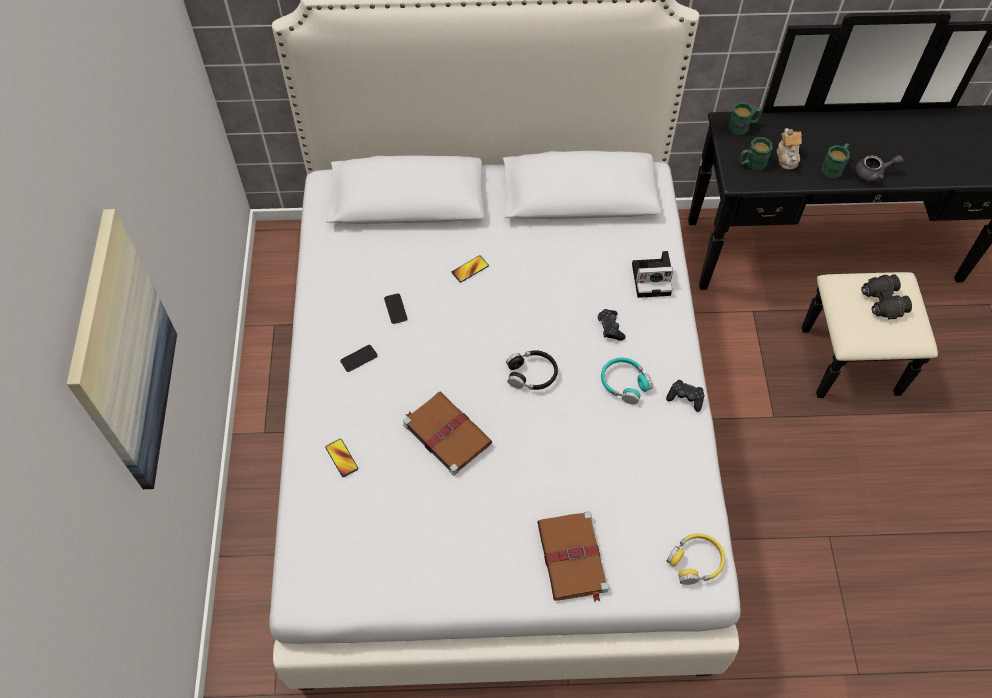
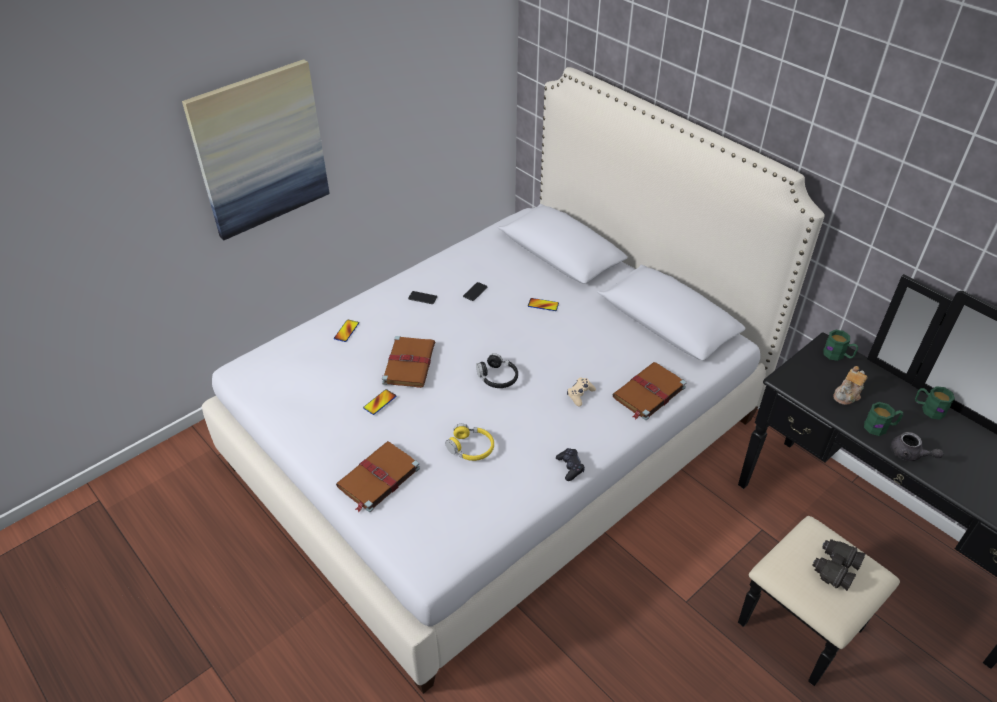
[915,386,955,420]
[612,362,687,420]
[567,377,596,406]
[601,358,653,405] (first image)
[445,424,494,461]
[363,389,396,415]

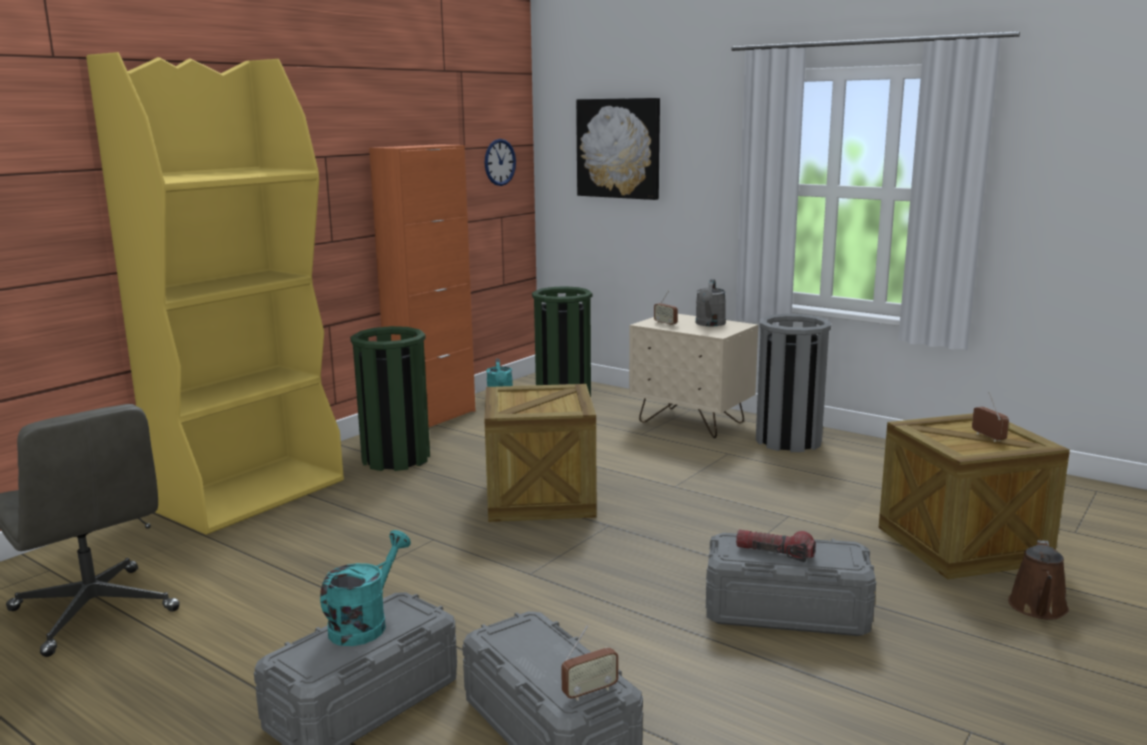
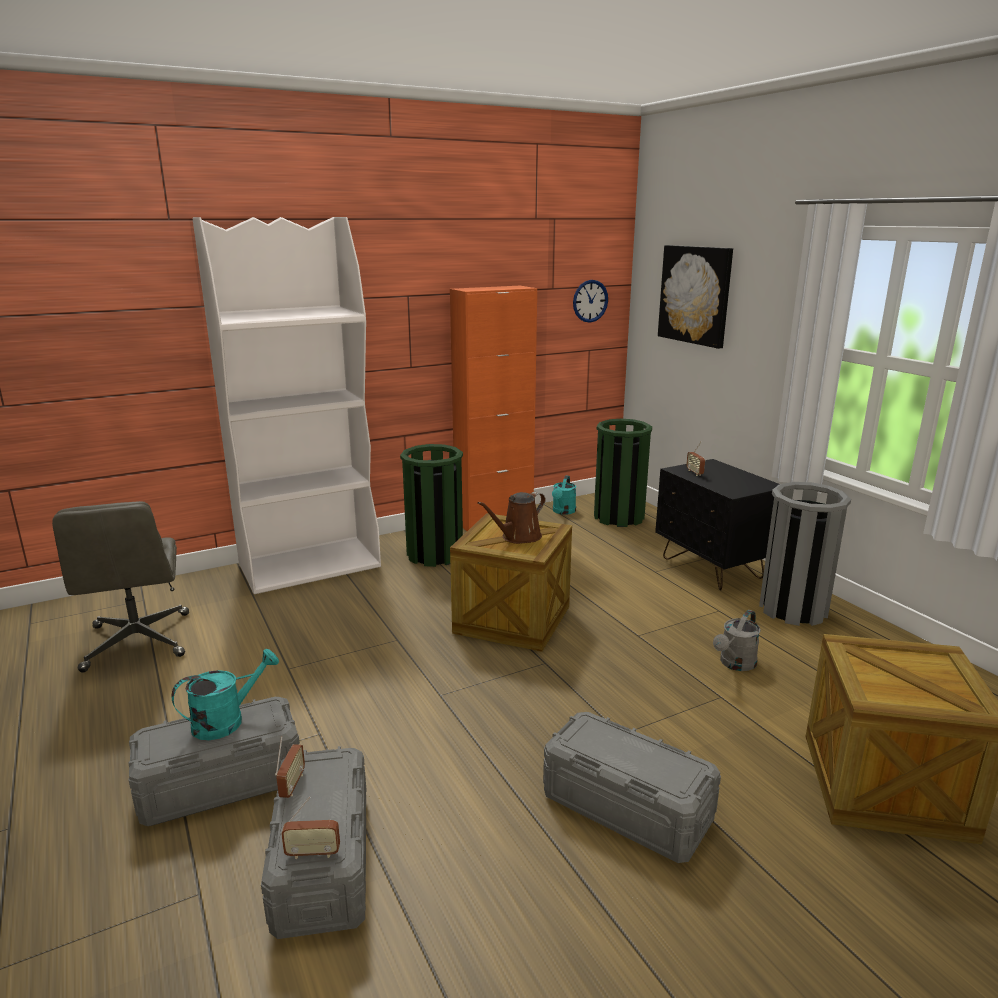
[193,217,381,594]
[713,610,760,671]
[655,459,779,591]
[275,736,305,798]
[736,530,816,562] (first image)
[477,492,546,544]

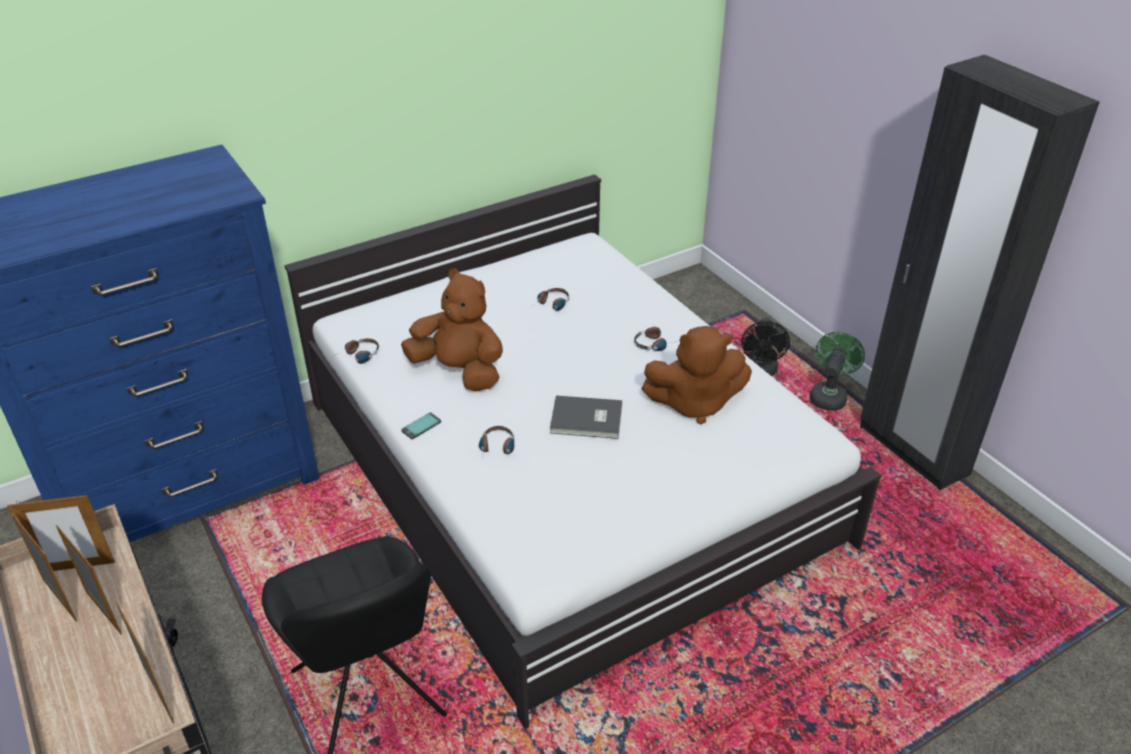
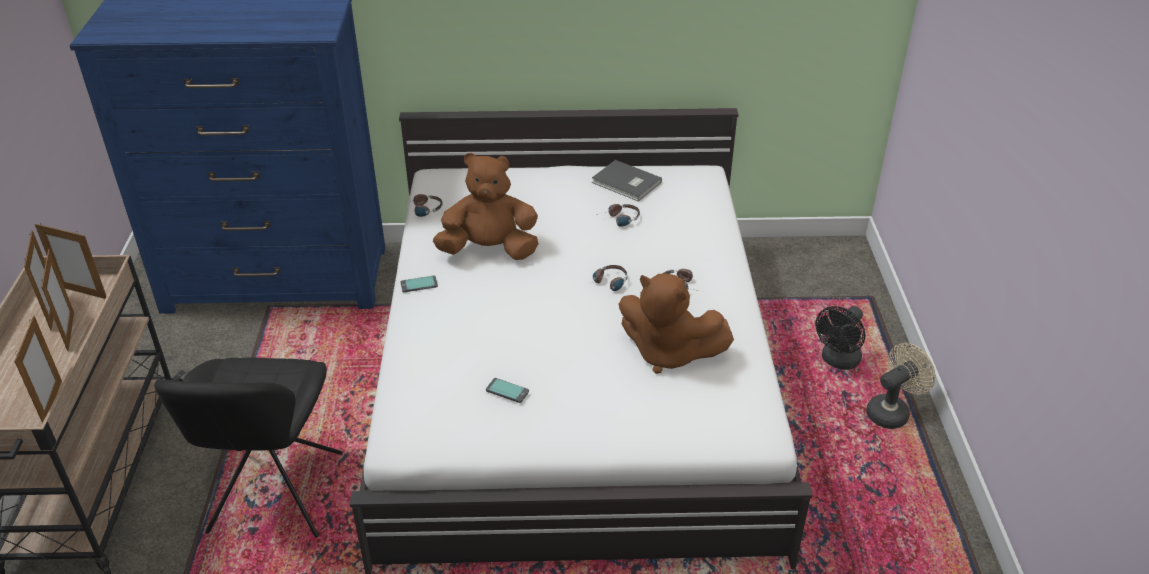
[860,55,1100,490] (first image)
[433,152,539,260]
[866,343,935,429]
[592,160,662,202]
[586,265,627,291]
[486,378,529,403]

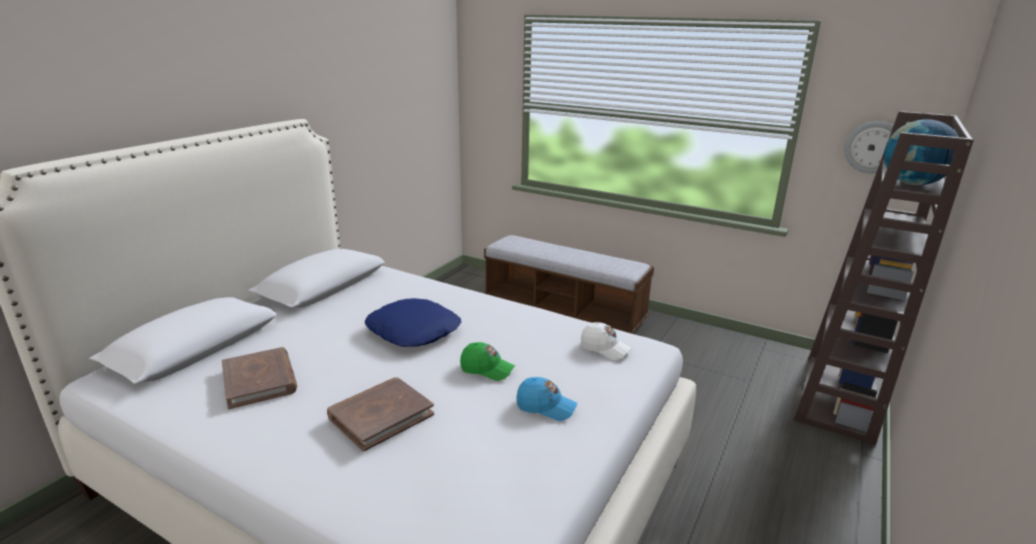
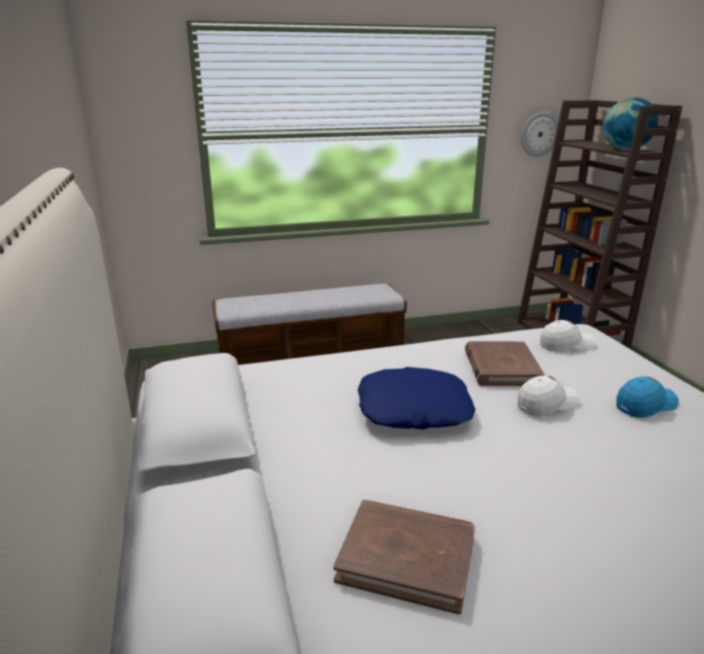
[517,375,580,417]
[465,341,545,386]

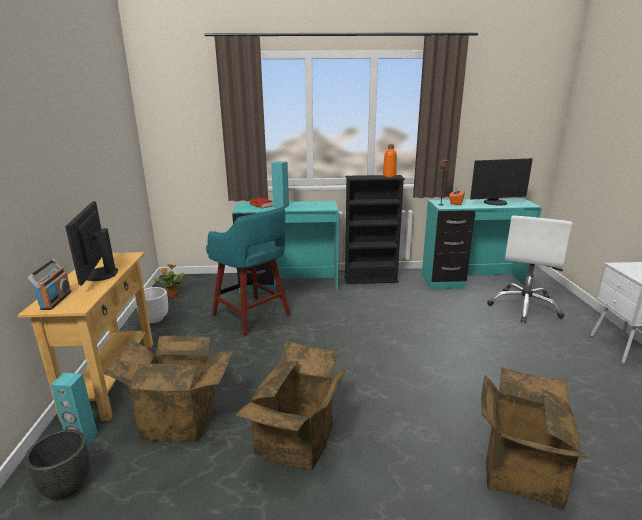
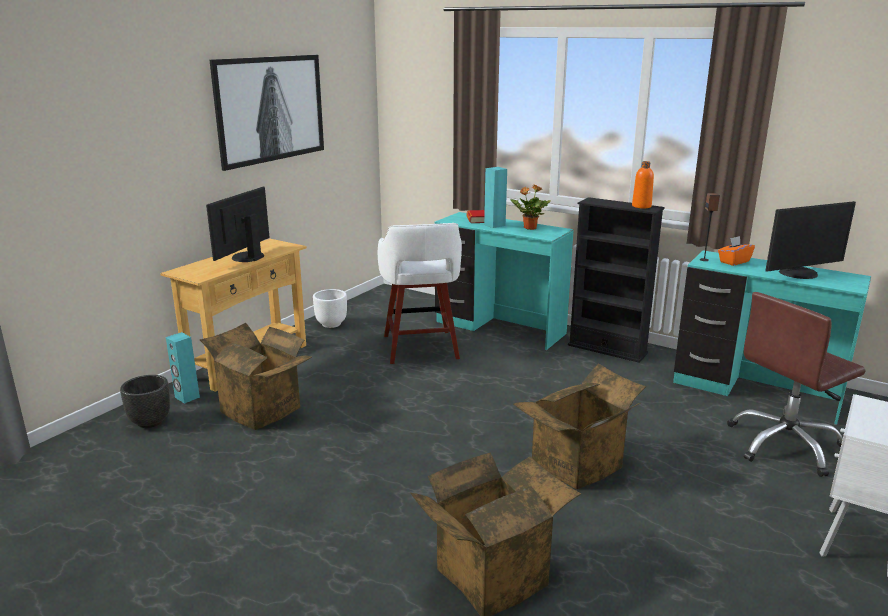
[765,201,856,279]
[378,223,462,364]
[727,292,866,477]
[27,259,72,310] (first image)
[510,185,551,230]
[513,363,646,489]
[209,55,324,171]

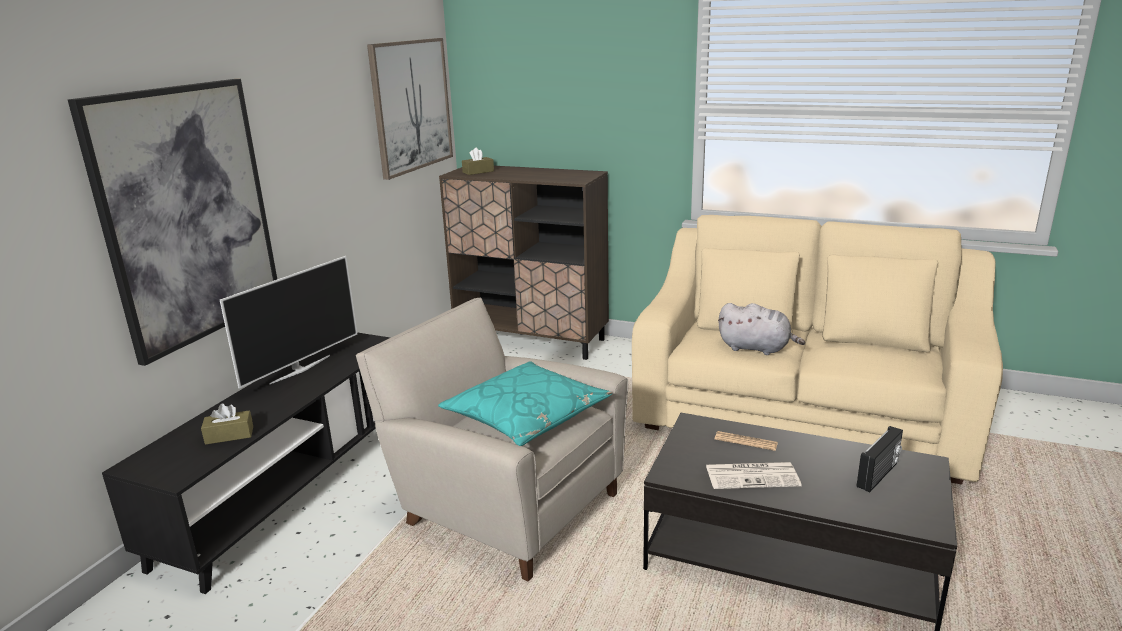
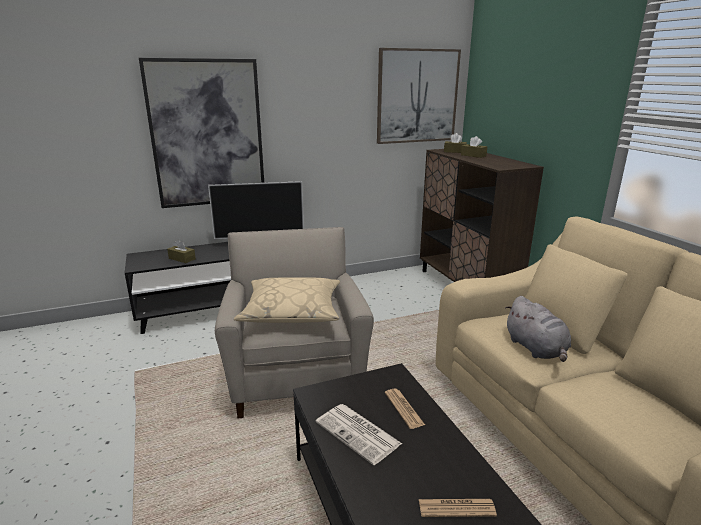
[234,278,340,323]
[419,499,497,517]
[461,136,487,158]

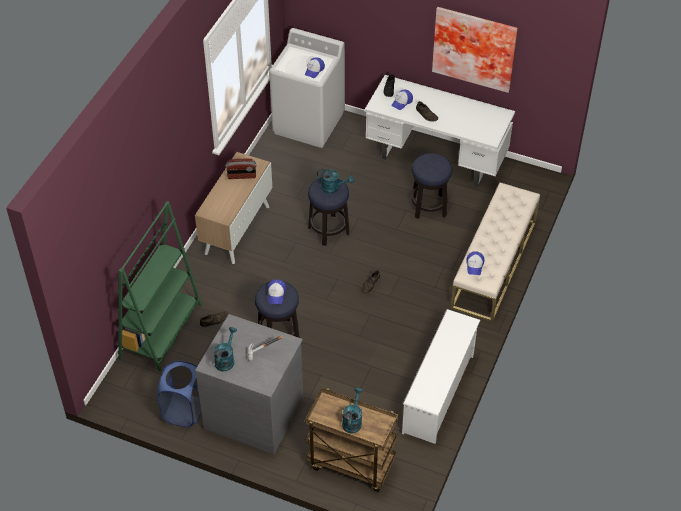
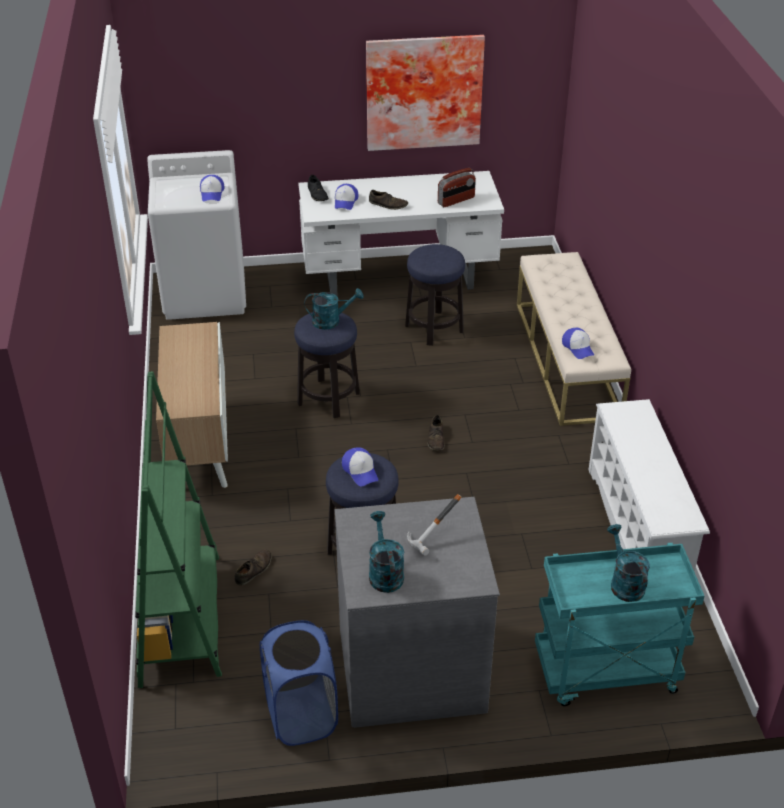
[438,168,476,207]
[535,543,704,706]

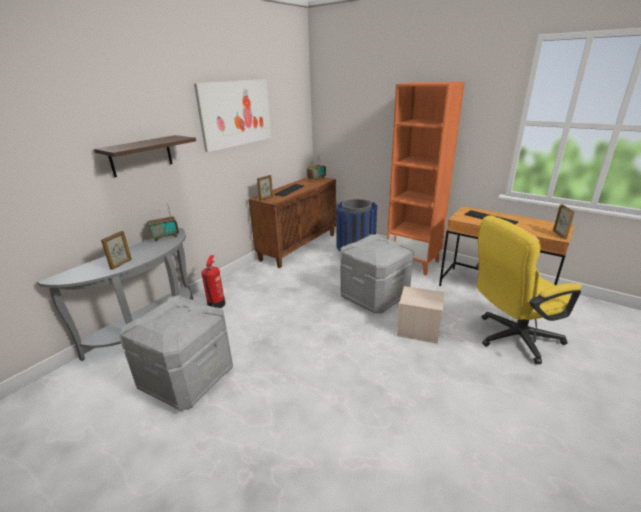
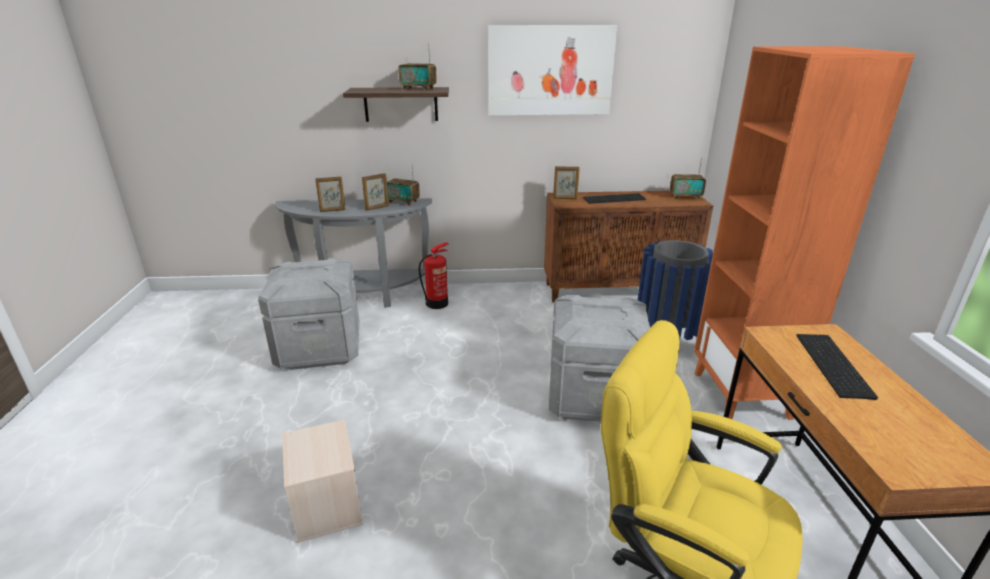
[362,173,389,211]
[282,419,363,543]
[398,43,437,91]

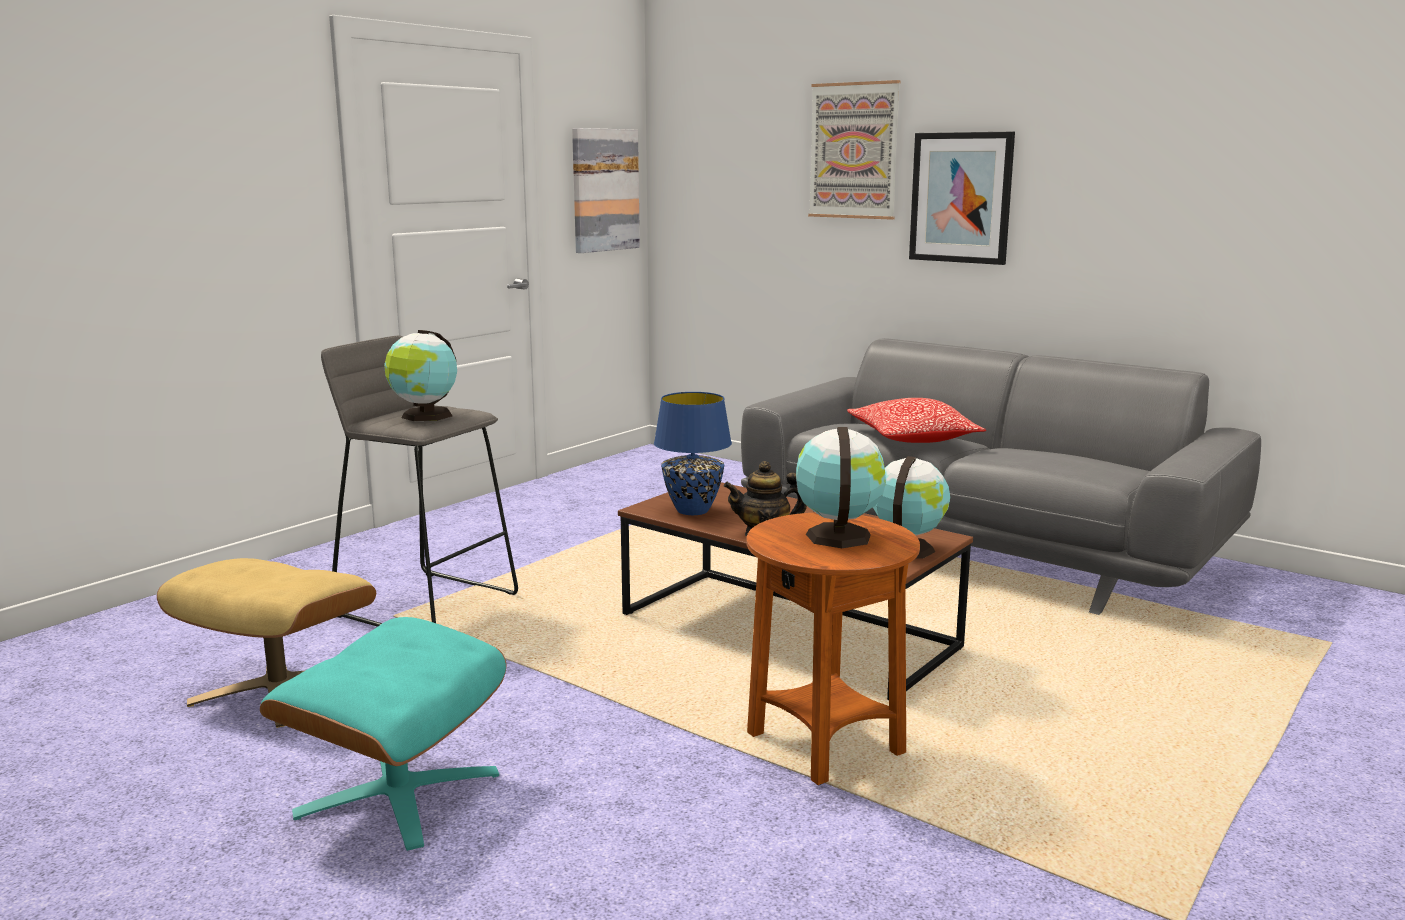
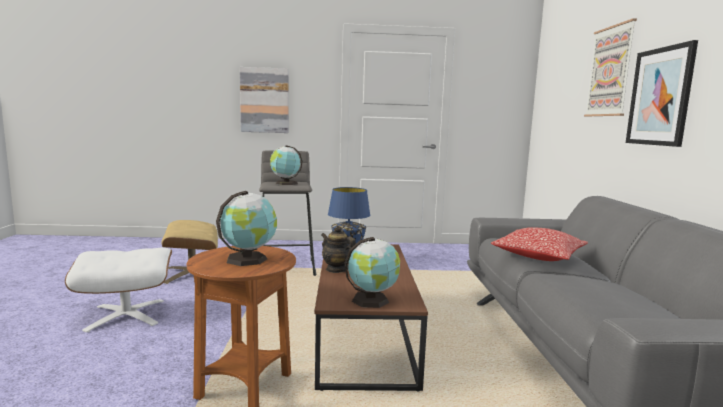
[240,67,289,133]
[65,247,172,333]

